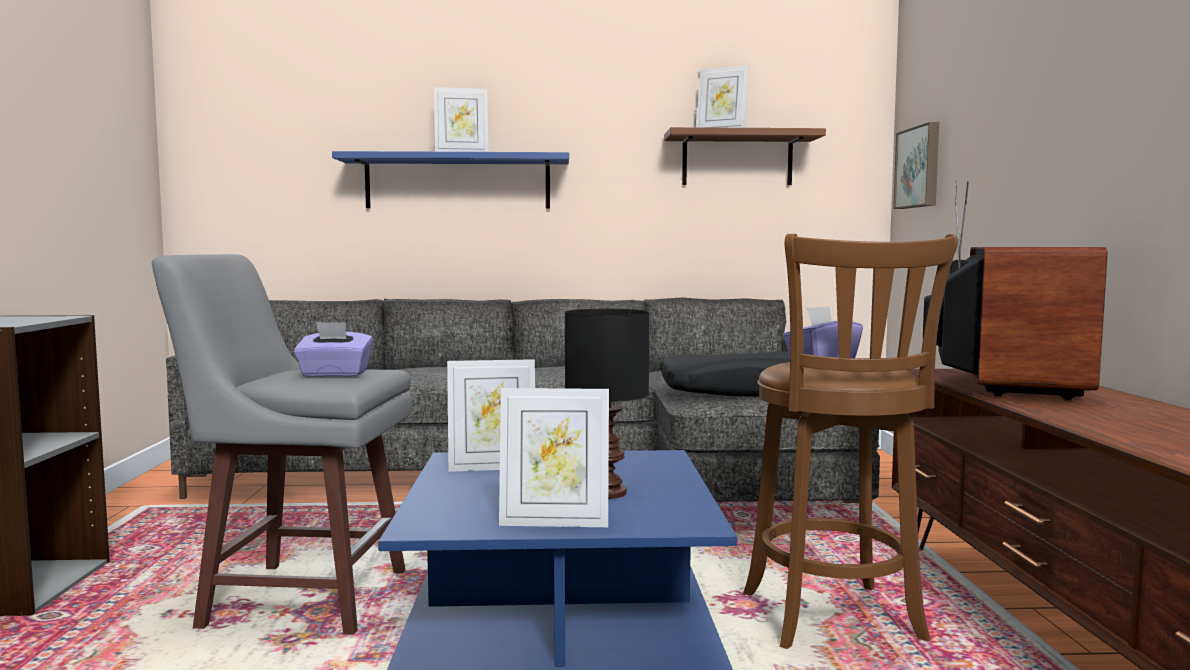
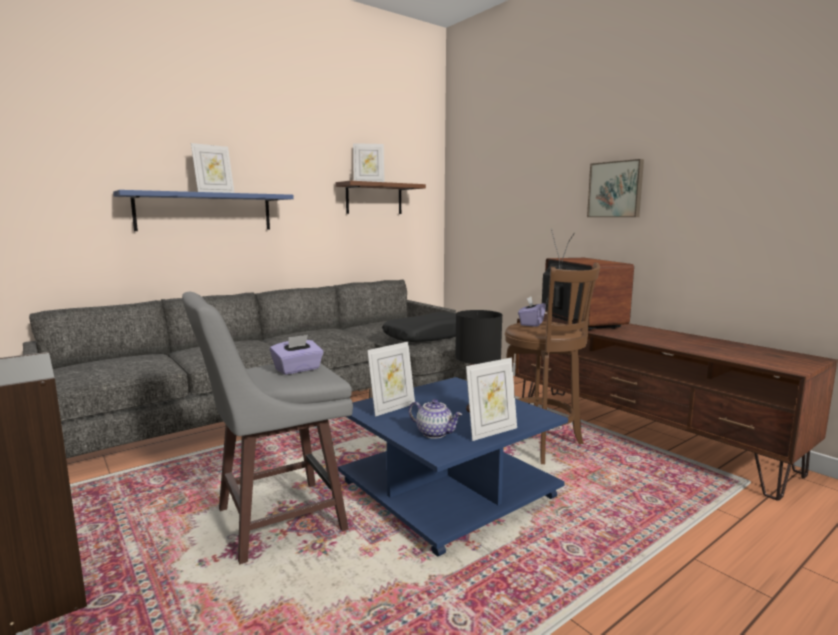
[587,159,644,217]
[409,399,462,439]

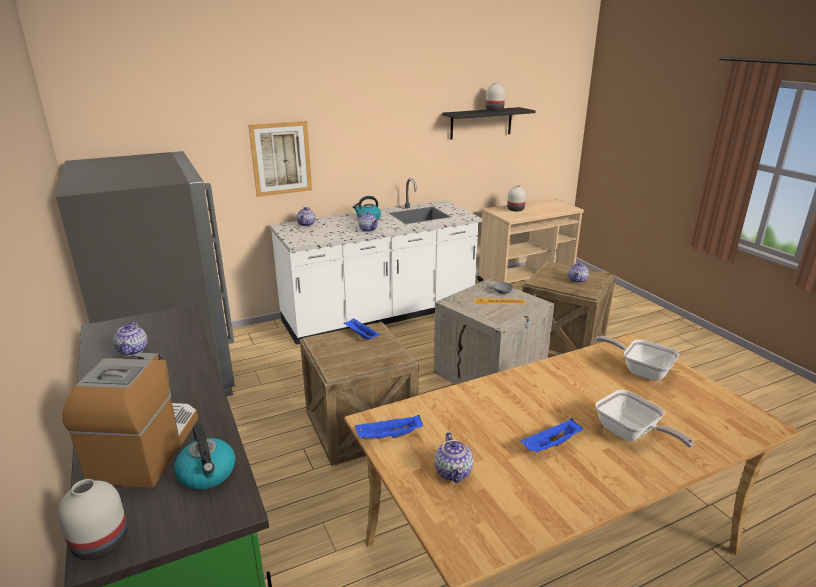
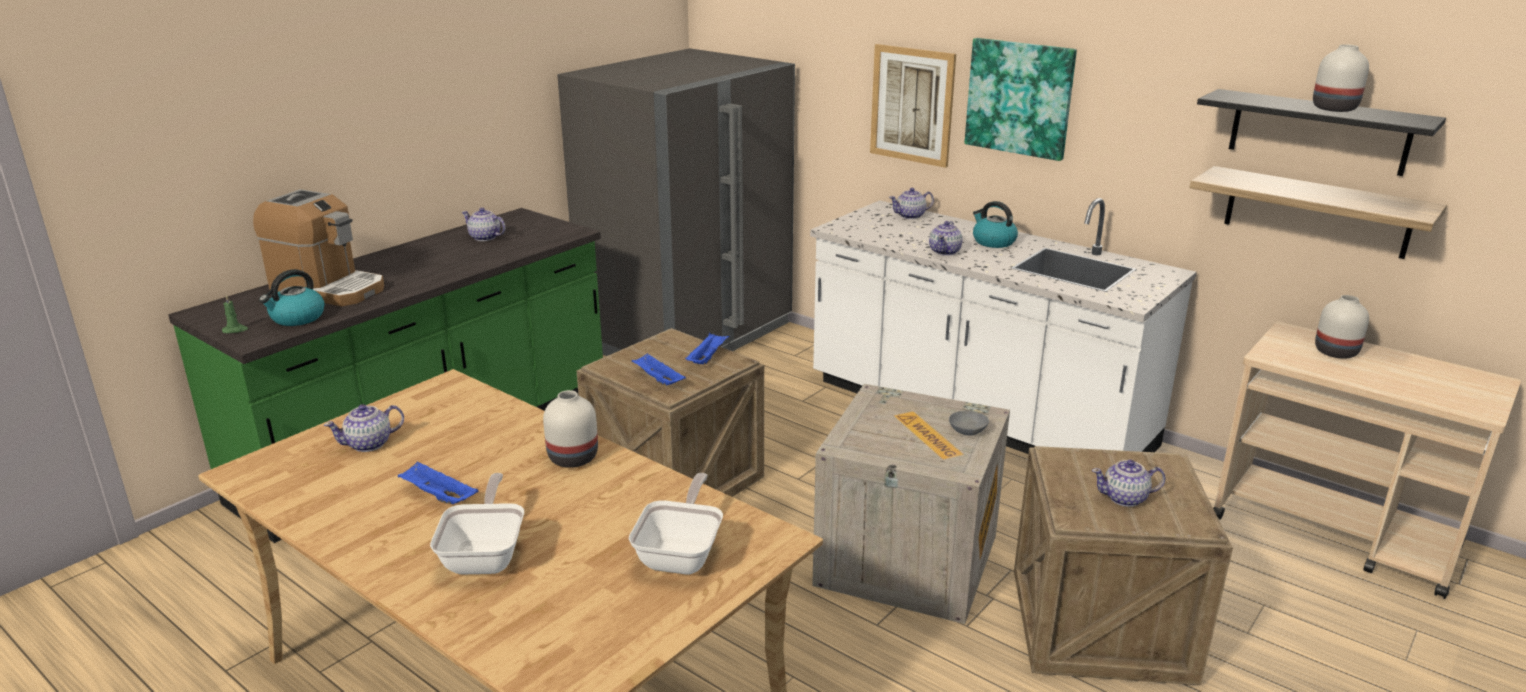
[462,208,506,241]
[253,189,384,306]
[430,473,524,574]
[632,353,686,385]
[543,390,598,468]
[965,38,1077,161]
[1189,166,1447,259]
[222,295,249,333]

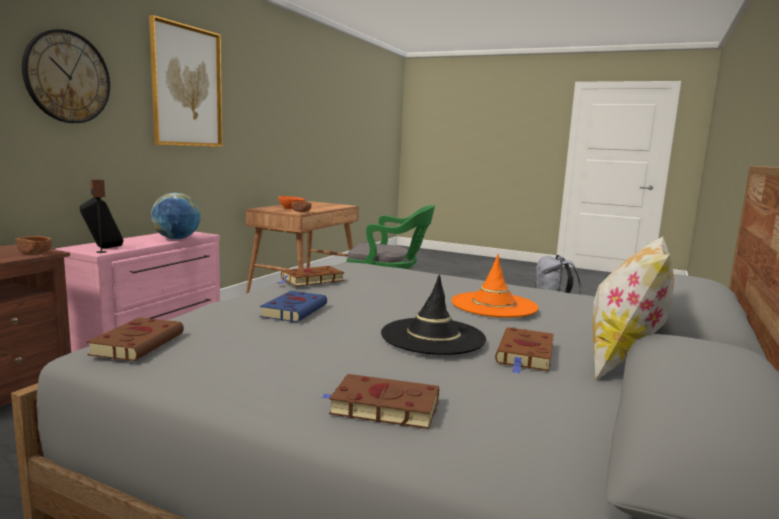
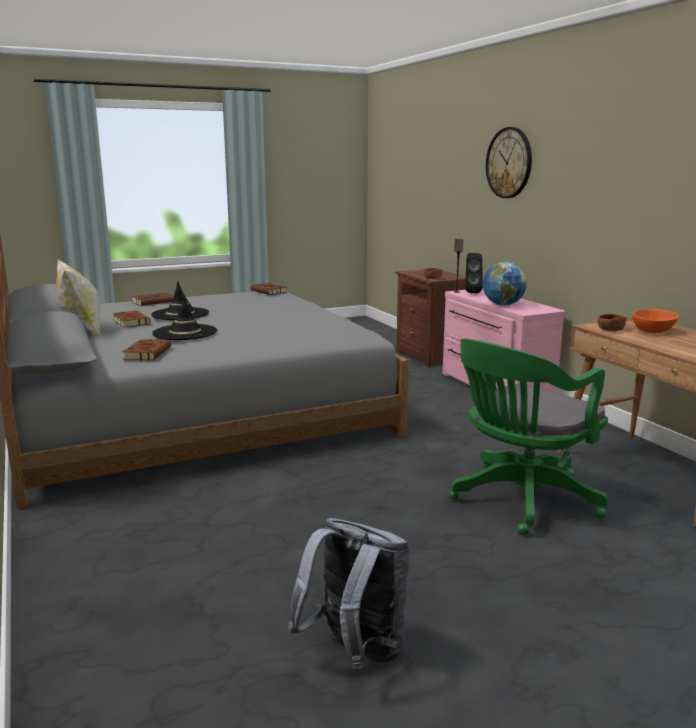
[149,15,222,147] (first image)
[152,295,217,340]
[122,339,171,361]
[260,291,327,322] (first image)

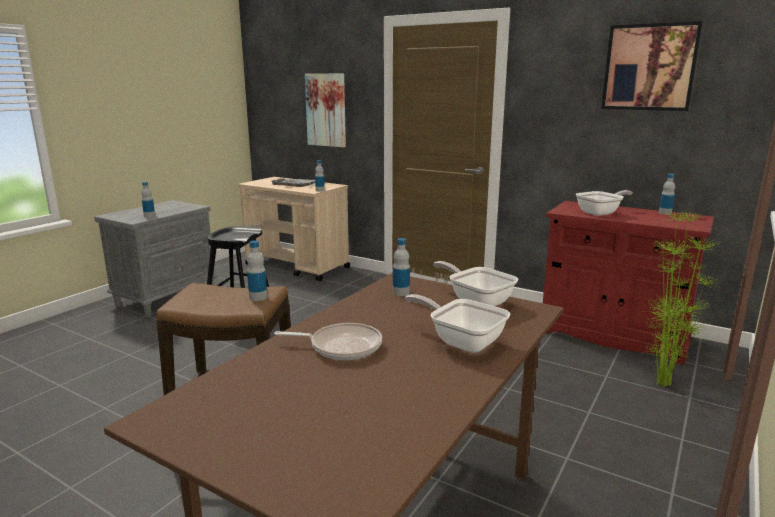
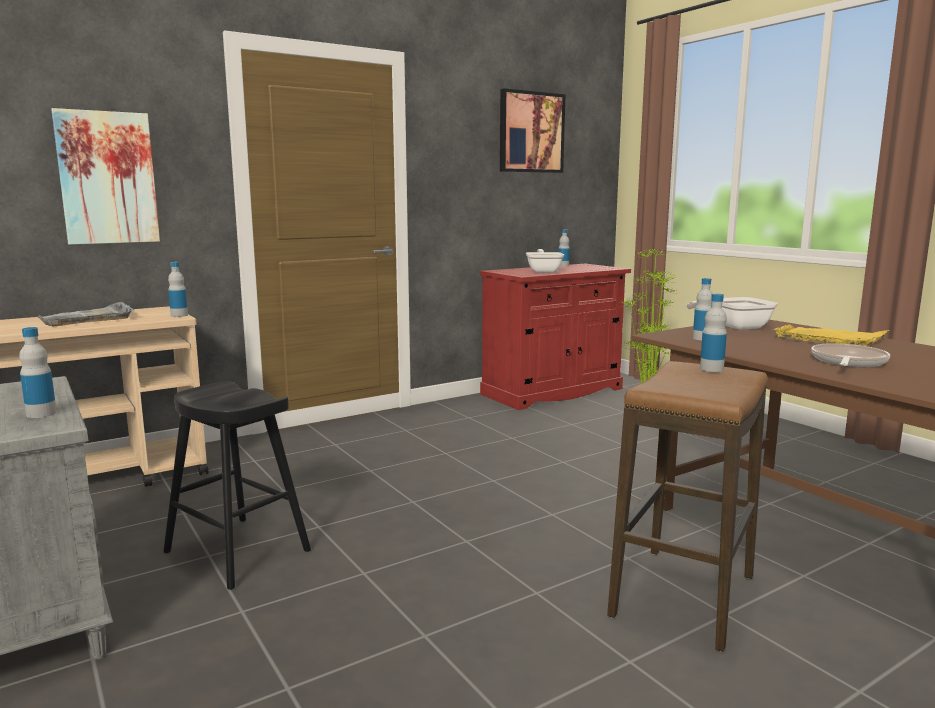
[773,324,890,346]

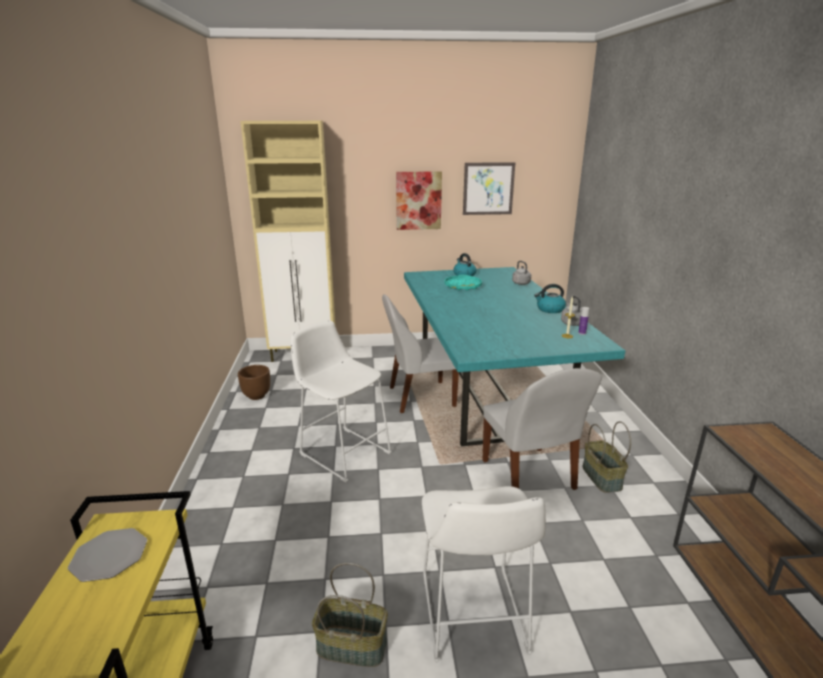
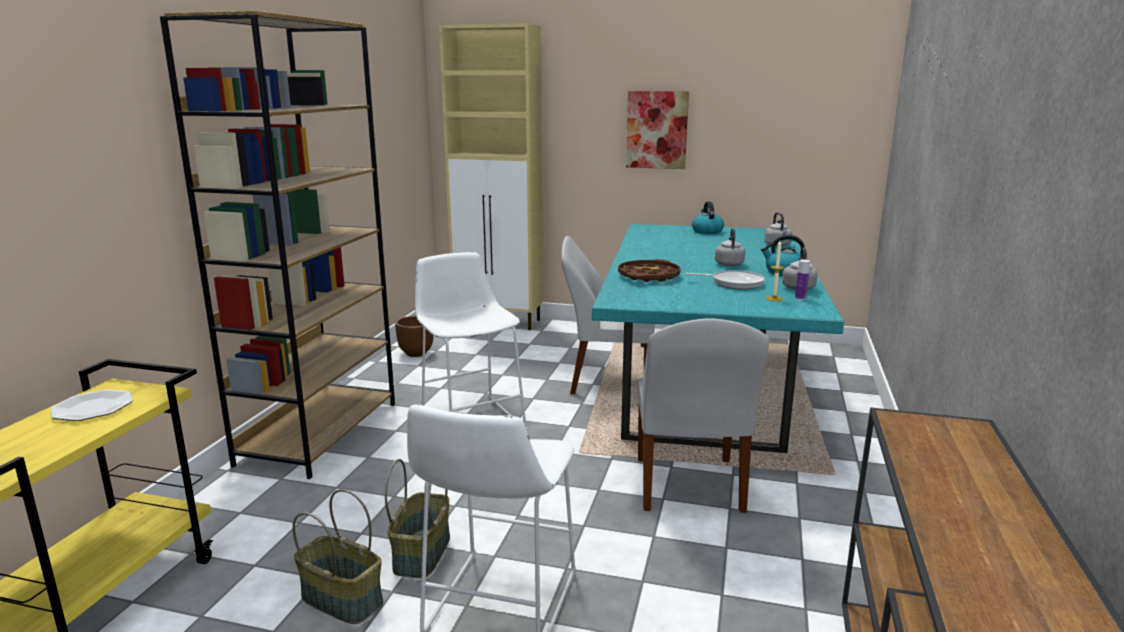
[463,162,515,215] (first image)
[445,275,482,290] (first image)
[385,459,450,578]
[160,11,395,479]
[715,228,745,266]
[618,259,681,282]
[685,270,765,289]

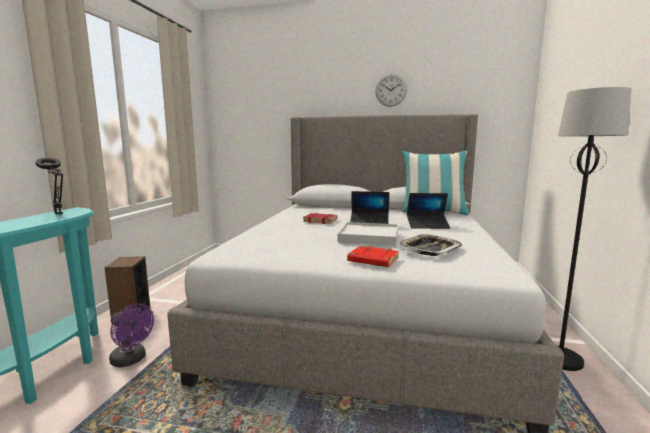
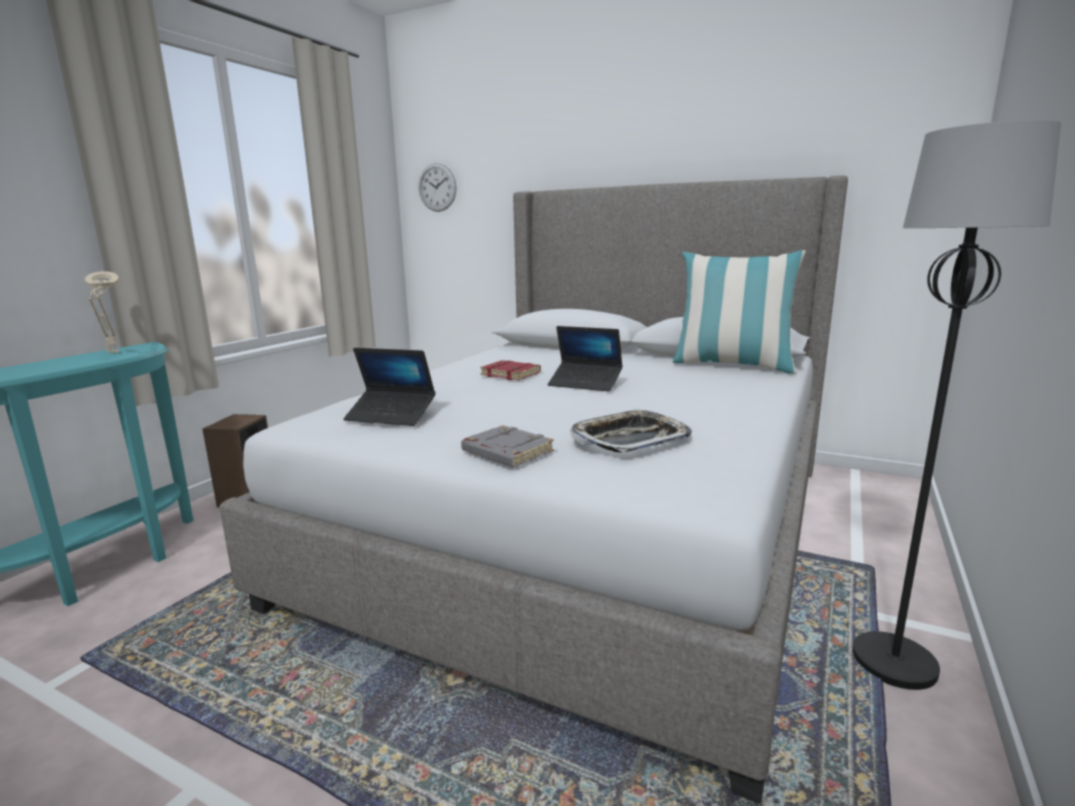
[419,163,457,212]
[85,271,120,354]
[344,348,435,426]
[338,222,398,246] (first image)
[461,425,554,467]
[109,303,154,367] (first image)

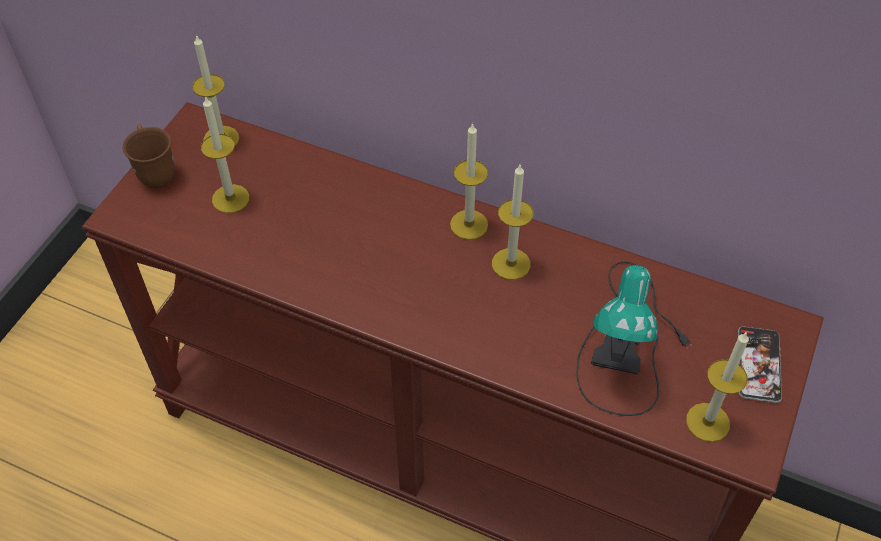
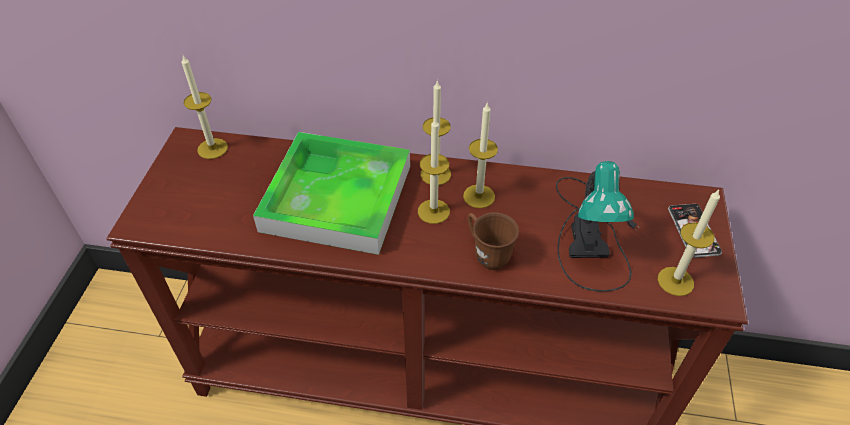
[418,118,450,224]
[468,212,519,270]
[253,132,410,255]

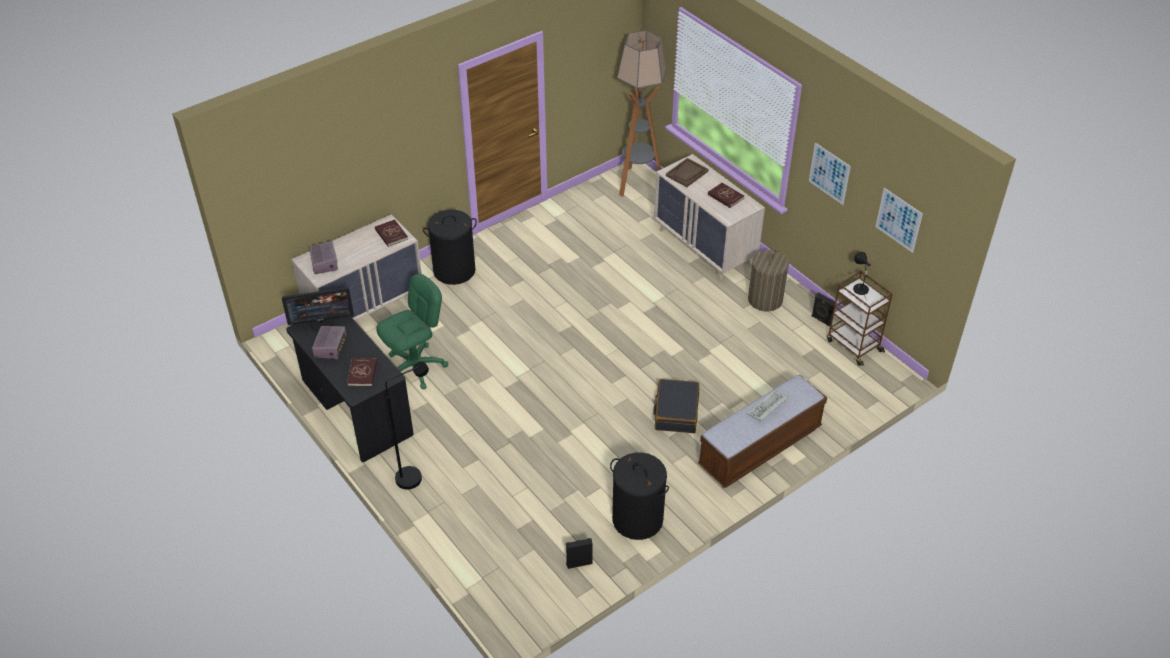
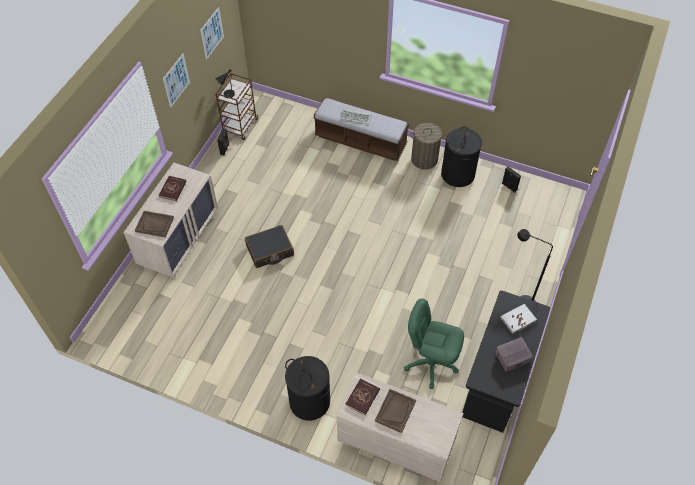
[617,30,667,197] (first image)
[309,241,338,274] (first image)
[410,123,445,169]
[282,287,354,331] (first image)
[500,304,537,334]
[245,225,294,268]
[375,389,416,433]

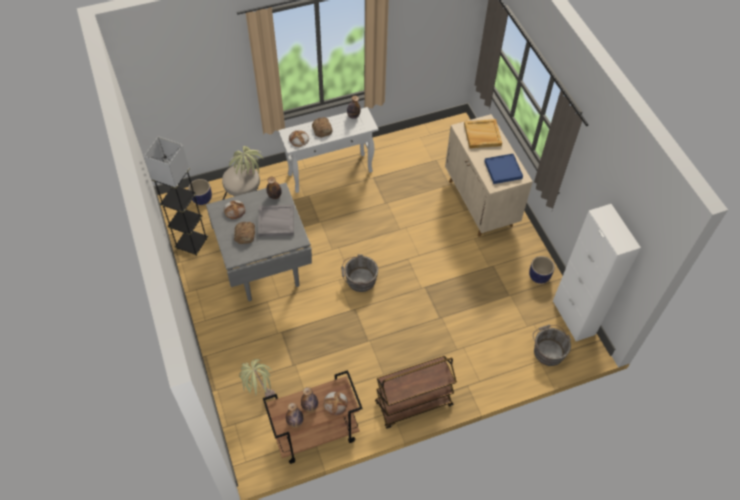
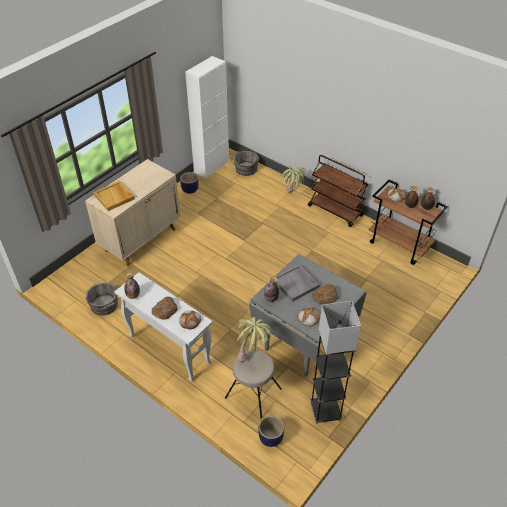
[484,154,523,184] (first image)
[86,283,119,315]
[281,165,306,193]

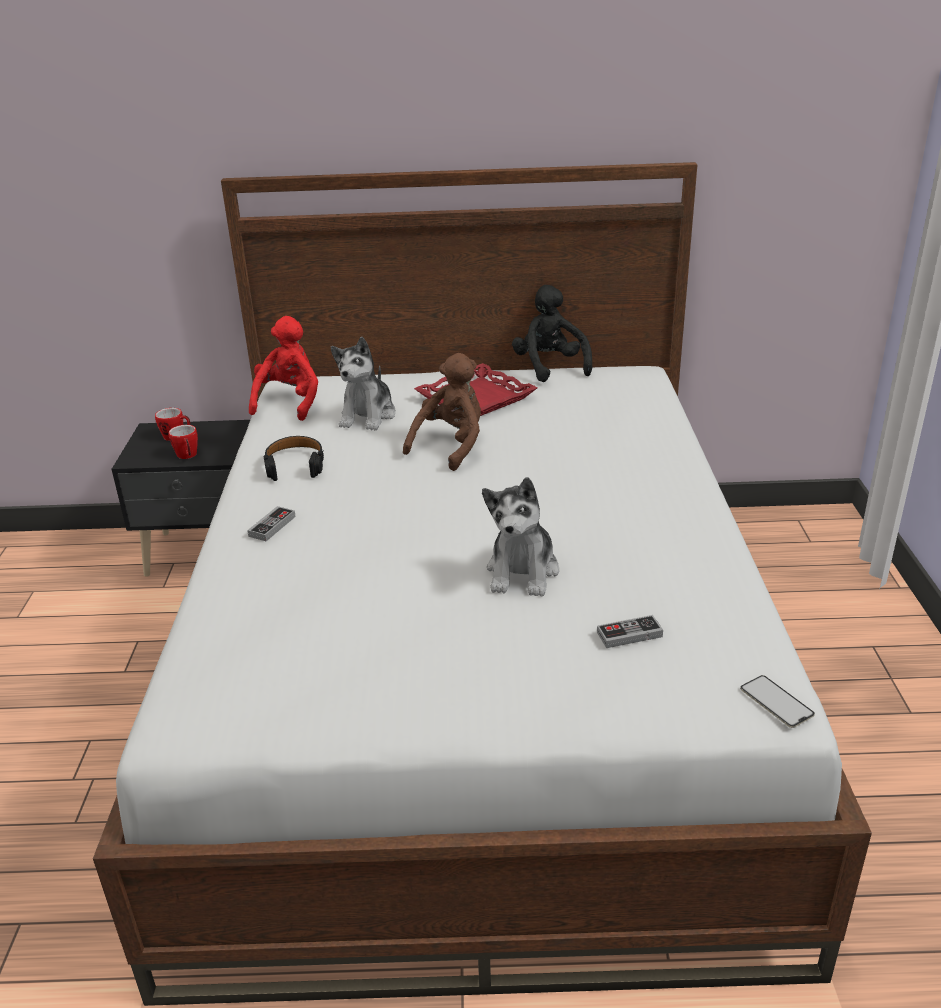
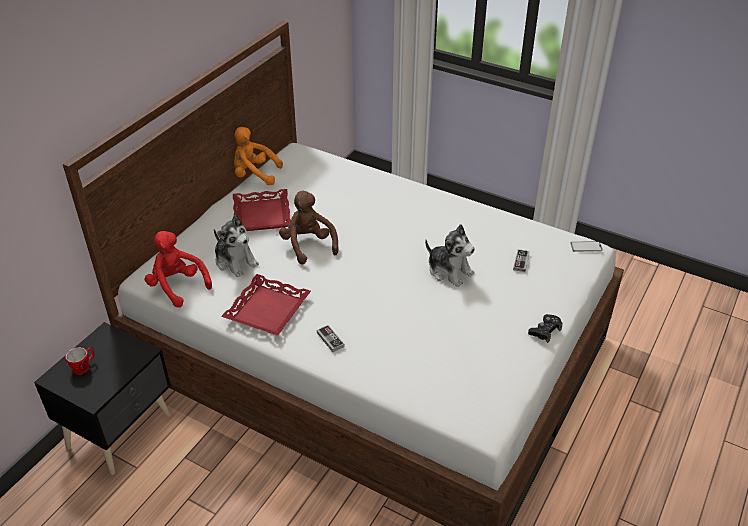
[234,127,283,185]
[168,425,198,459] (first image)
[221,274,311,336]
[528,314,563,343]

